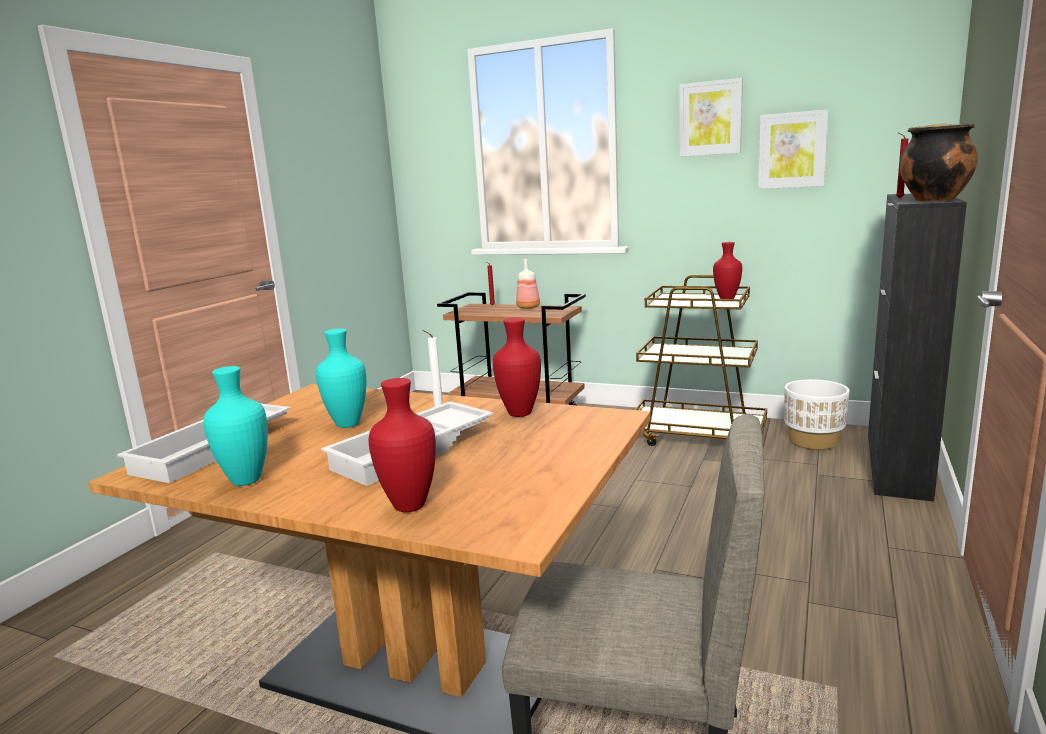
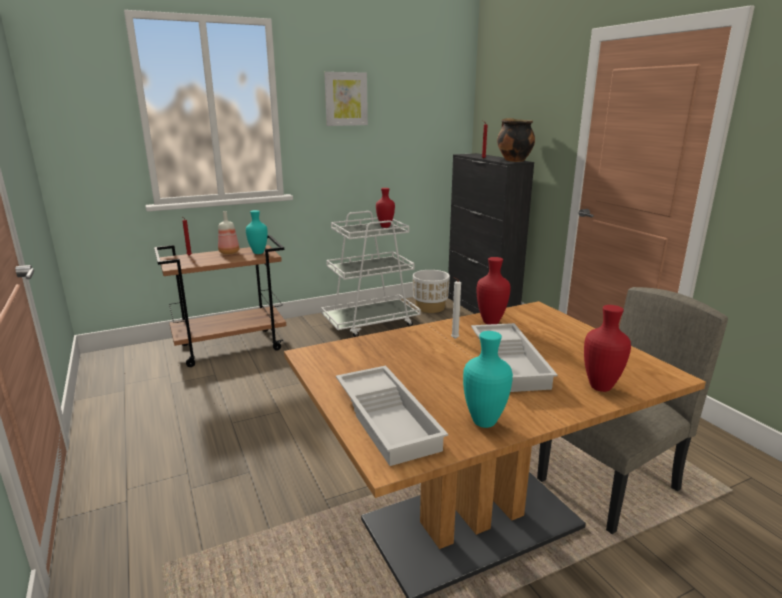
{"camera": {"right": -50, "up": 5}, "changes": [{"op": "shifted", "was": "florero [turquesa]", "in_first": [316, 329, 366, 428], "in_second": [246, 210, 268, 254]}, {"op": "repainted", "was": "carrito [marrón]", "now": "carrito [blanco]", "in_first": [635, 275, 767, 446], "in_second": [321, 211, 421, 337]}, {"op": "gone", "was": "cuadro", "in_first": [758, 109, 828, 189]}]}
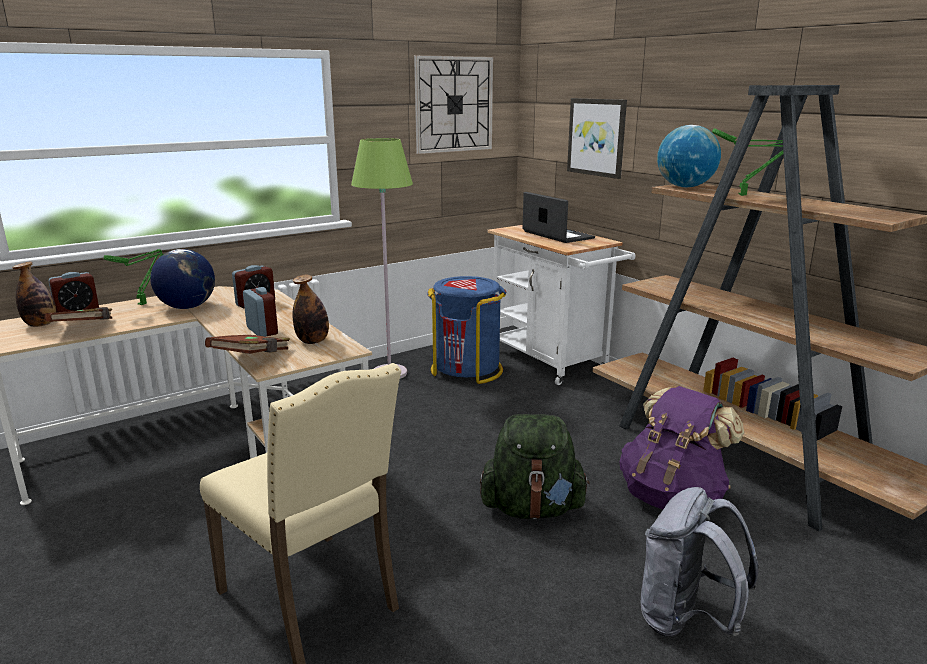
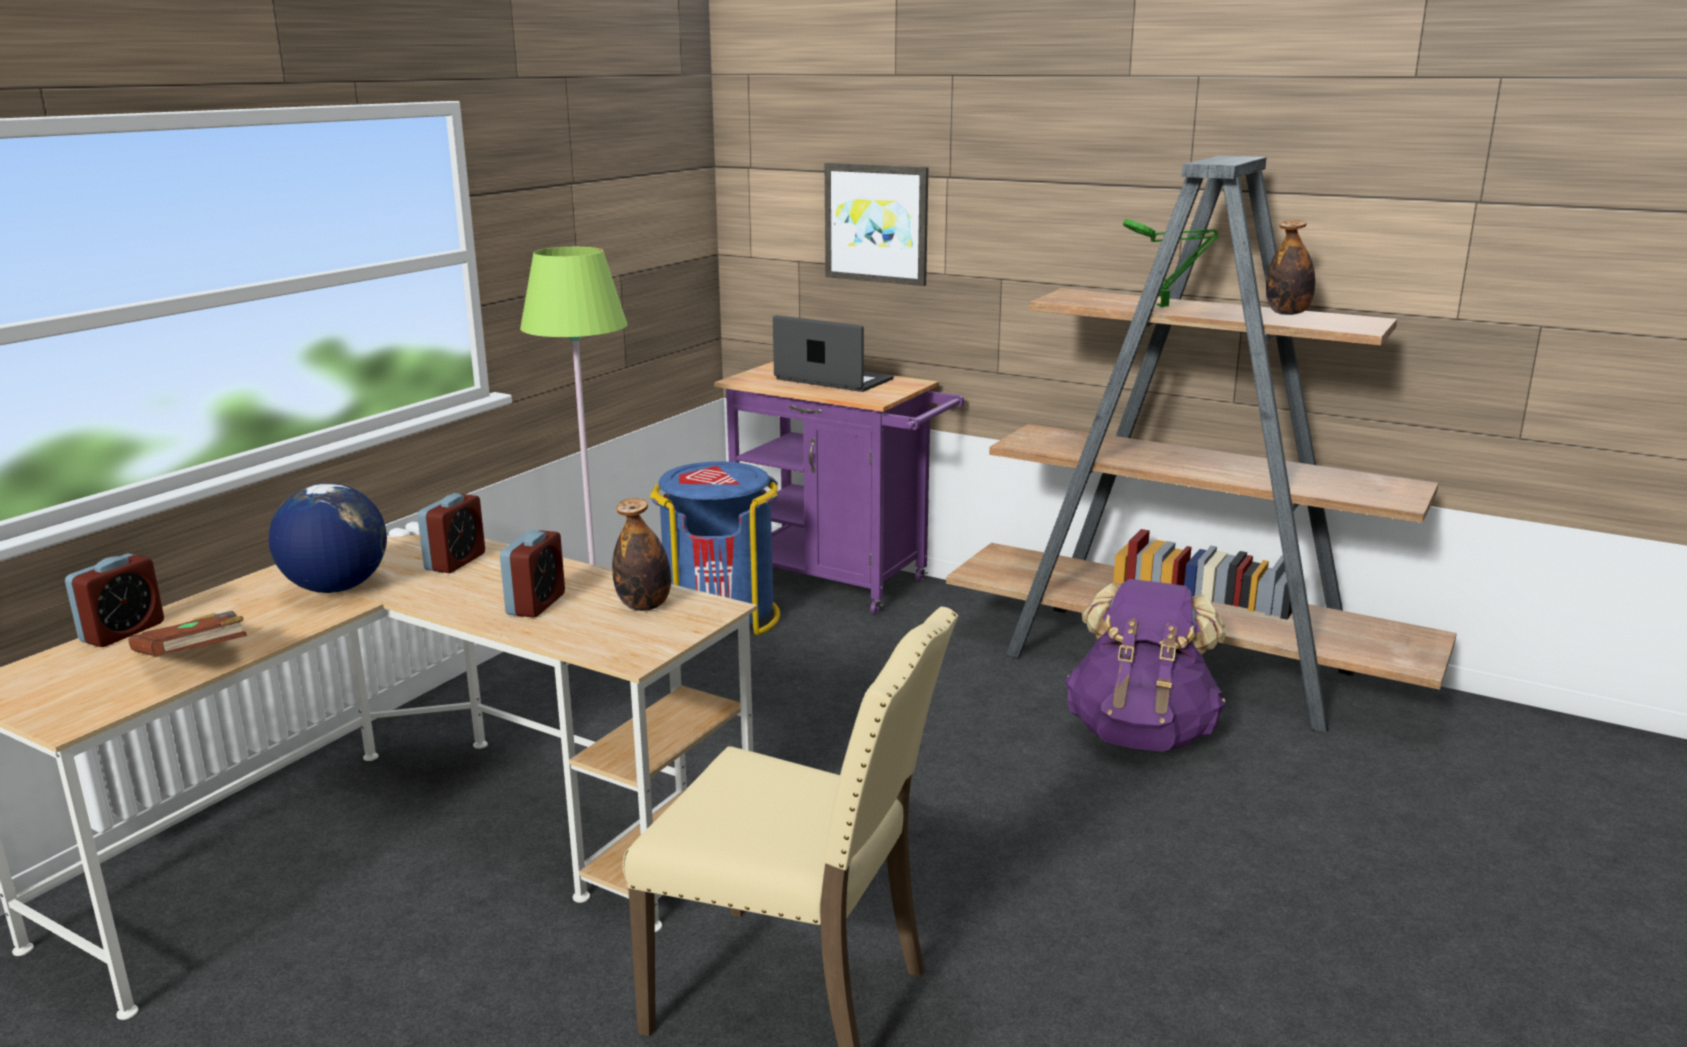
{"camera": {"right": -25, "up": 0}, "changes": [{"op": "shifted", "was": "botella", "in_first": [12, 262, 56, 327], "in_second": [1266, 220, 1315, 315]}, {"op": "gone", "was": "lámpara de mesa [verde]", "in_first": [104, 249, 163, 305]}, {"op": "gone", "was": "libro [marrón]", "in_first": [205, 335, 290, 354]}, {"op": "rotated", "was": "despertador", "in_first": [243, 287, 278, 337], "in_second": [500, 530, 565, 618], "clockwise": 75}, {"op": "gone", "was": "reloj de pared", "in_first": [414, 55, 493, 154]}, {"op": "gone", "was": "mochila [verde]", "in_first": [480, 414, 590, 519]}, {"op": "repainted", "was": "carrito [blanco]", "now": "carrito [morado]", "in_first": [487, 225, 636, 385], "in_second": [714, 361, 964, 614]}, {"op": "gone", "was": "mochila [gris]", "in_first": [641, 487, 758, 637]}, {"op": "gone", "was": "globo terráqueo", "in_first": [657, 125, 721, 187]}]}
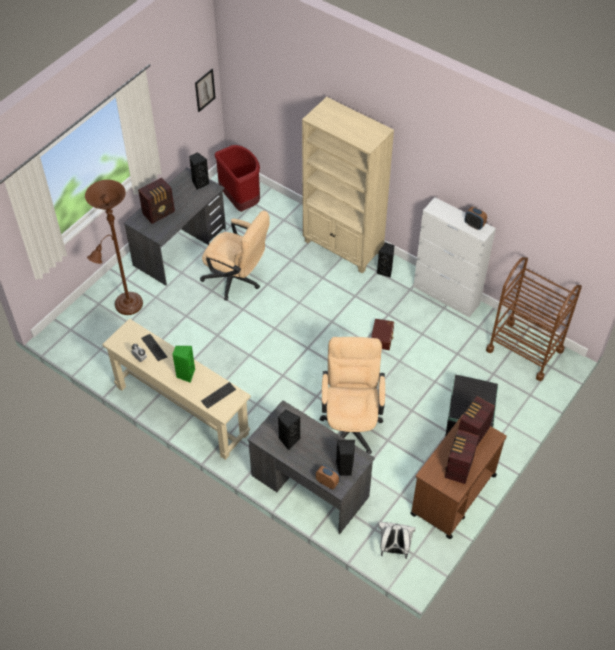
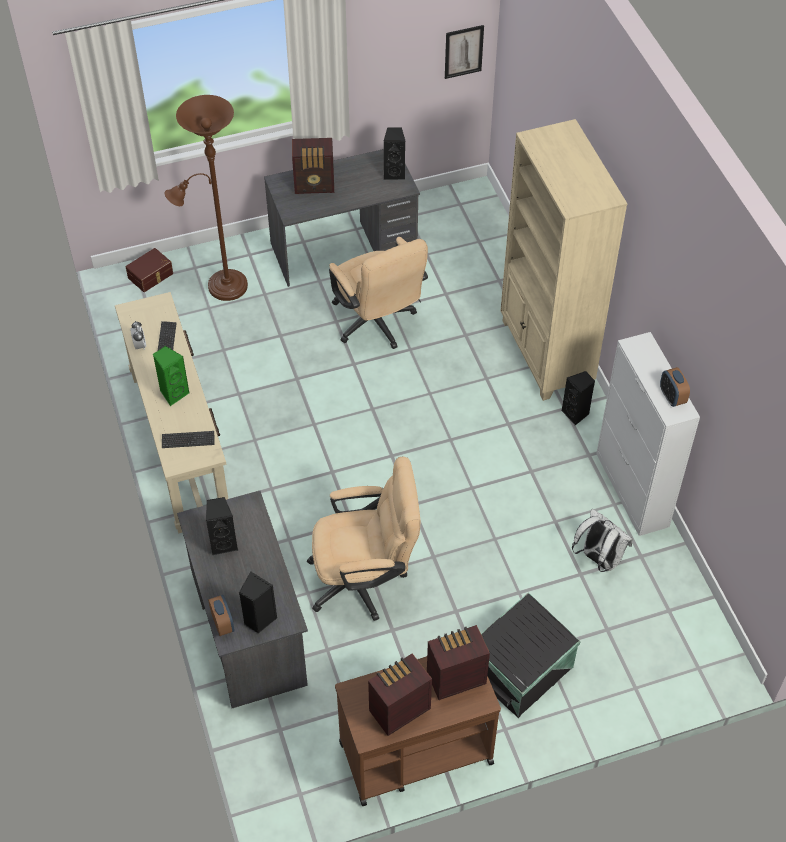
{"camera": {"right": 35, "up": 0}, "changes": [{"op": "gone", "was": "papelera [rojo]", "in_first": [215, 145, 260, 212]}, {"op": "rotated", "was": "silla de oficina [beis]", "in_first": [320, 337, 385, 454], "in_second": [307, 457, 420, 621], "clockwise": 45}, {"op": "shifted", "was": "caja de almacenaje [marrón]", "in_first": [371, 319, 394, 350], "in_second": [126, 248, 173, 292]}, {"op": "shifted", "was": "mochila [blanco]", "in_first": [379, 522, 416, 559], "in_second": [572, 509, 633, 572]}, {"op": "gone", "was": "carrito [marrón]", "in_first": [486, 257, 582, 381]}]}
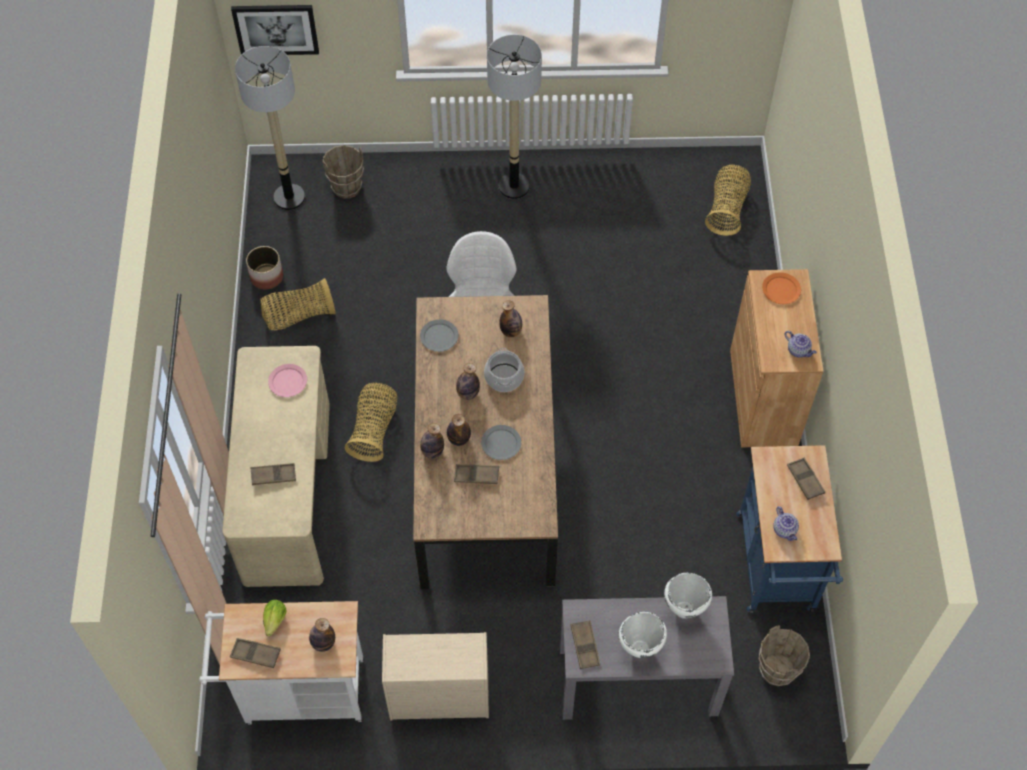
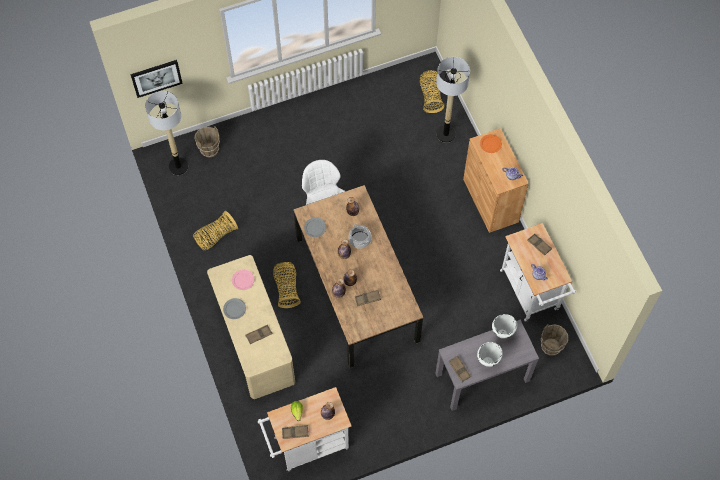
{"camera": {"right": -20, "up": 5}, "changes": [{"op": "gone", "was": "maceta", "in_first": [246, 246, 283, 289]}, {"op": "gone", "was": "cómoda [beis]", "in_first": [382, 632, 489, 720]}, {"op": "shifted", "was": "plato [gris]", "in_first": [481, 425, 521, 460], "in_second": [223, 298, 246, 319]}, {"op": "shifted", "was": "lámpara de pie", "in_first": [487, 35, 542, 199], "in_second": [436, 57, 470, 143]}, {"op": "repainted", "was": "carrito [azul]", "now": "carrito [blanco]", "in_first": [736, 445, 843, 613], "in_second": [500, 223, 576, 322]}]}
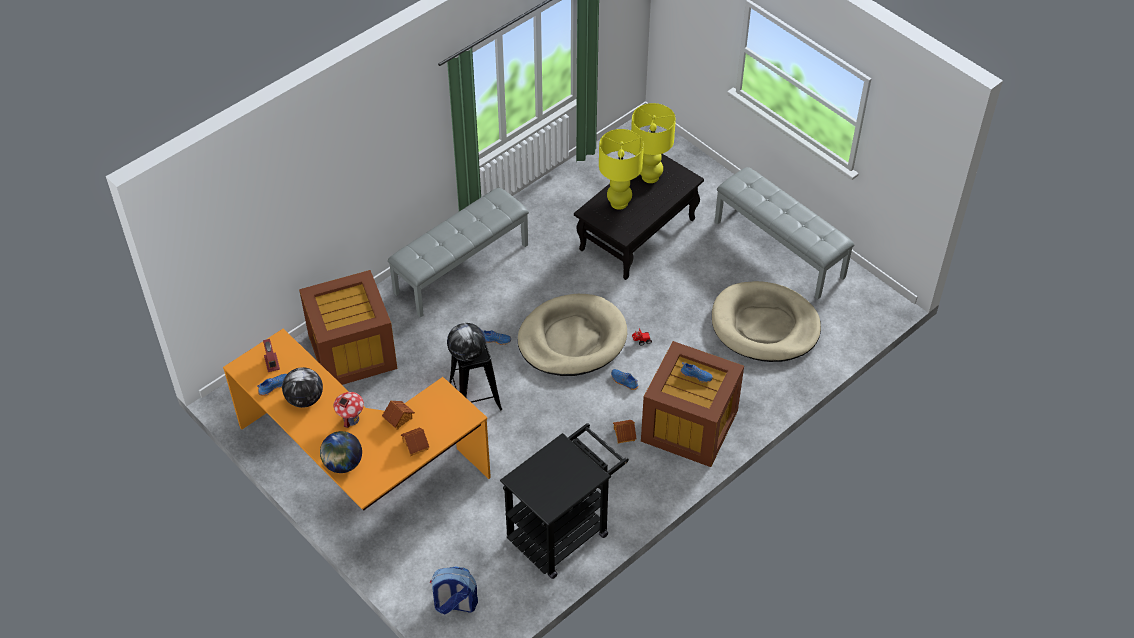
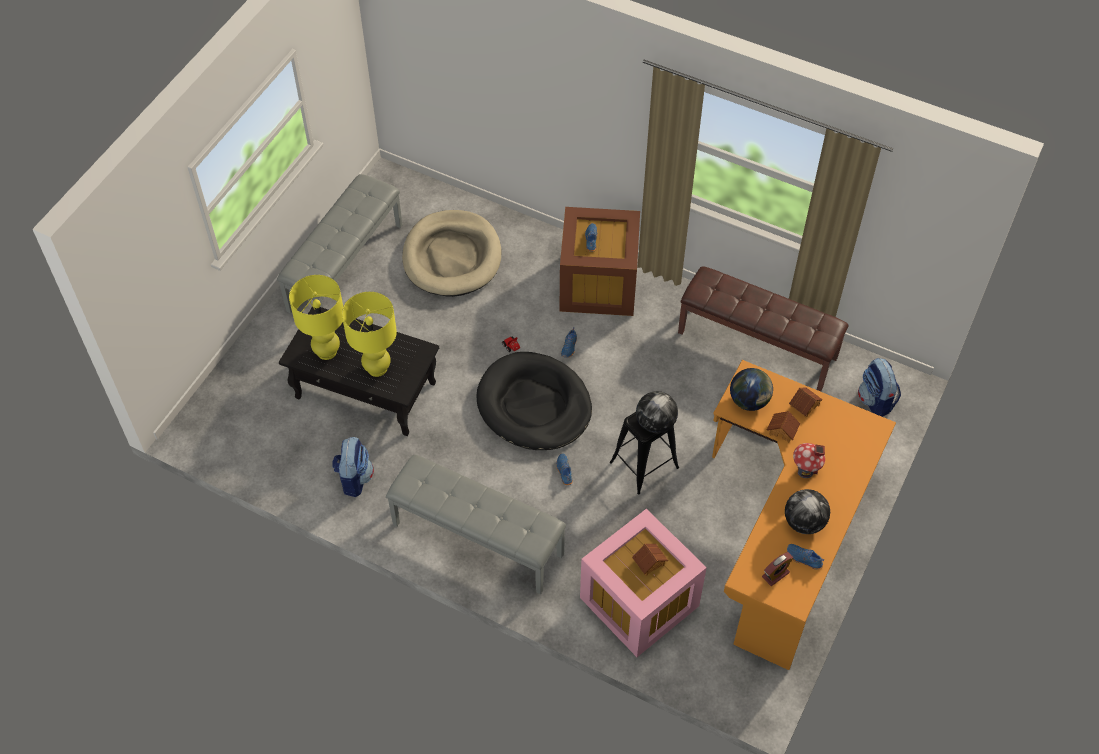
{"camera": {"right": -110, "up": 5}, "changes": [{"op": "repainted", "was": "caja de almacenaje [marrón]", "now": "caja de almacenaje [rosa]", "in_first": [299, 270, 398, 385], "in_second": [580, 509, 707, 657]}, {"op": "shifted", "was": "globo terráqueo", "in_first": [320, 431, 362, 473], "in_second": [730, 368, 773, 411]}, {"op": "swapped", "was": "carrito [negro]", "now": "banco [marrón]", "in_first": [500, 423, 629, 579], "in_second": [678, 266, 848, 391]}, {"op": "repainted", "was": "cama para perro [beis]", "now": "cama para perro [negro]", "in_first": [518, 294, 627, 376], "in_second": [476, 352, 592, 450]}, {"op": "shifted", "was": "casita", "in_first": [613, 420, 637, 443], "in_second": [632, 544, 668, 576]}, {"op": "new", "now": "mochila", "in_second": [332, 437, 374, 497]}]}
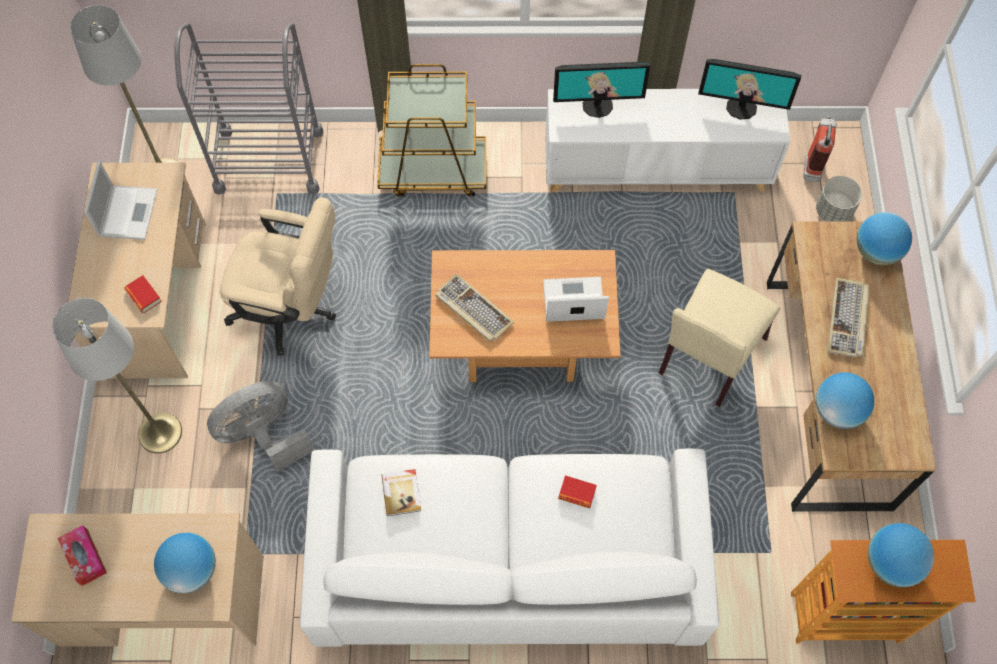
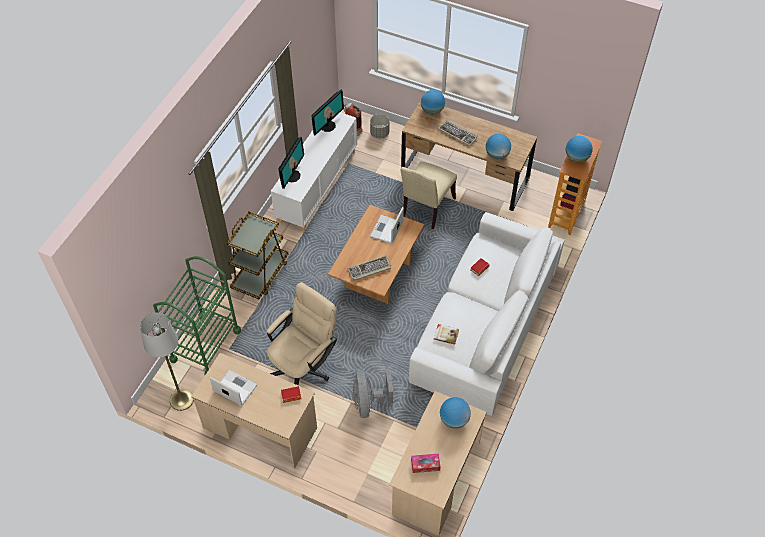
{"camera": {"right": -65, "up": -10}, "changes": [{"op": "gone", "was": "lámpara de pie [gris]", "in_first": [52, 298, 182, 454]}, {"op": "repainted", "was": "carrito [gris]", "now": "carrito [verde]", "in_first": [174, 22, 324, 195], "in_second": [153, 256, 241, 375]}, {"op": "rotated", "was": "silla [beis]", "in_first": [659, 269, 780, 407], "in_second": [400, 161, 457, 229], "clockwise": 60}]}
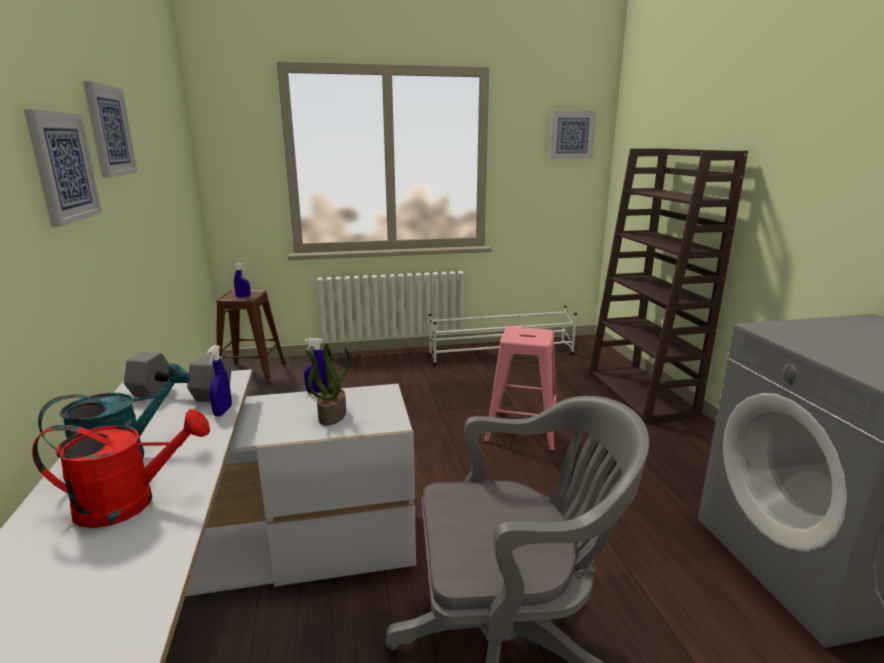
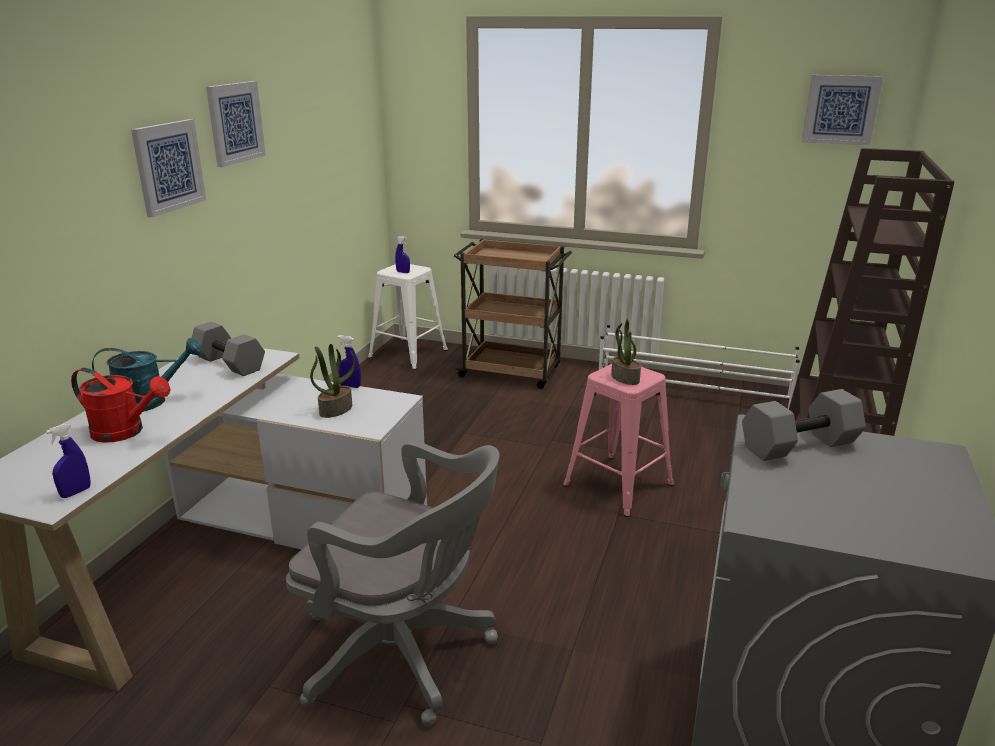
{"camera": {"right": 30, "up": 5}, "changes": [{"op": "shifted", "was": "pulverizador [azul]", "in_first": [206, 345, 232, 416], "in_second": [45, 424, 91, 498]}, {"op": "repainted", "was": "taburete [marrón]", "now": "taburete [blanco]", "in_first": [217, 290, 286, 385], "in_second": [368, 264, 448, 370]}, {"op": "new", "now": "carrito [marrón]", "in_second": [454, 239, 572, 389]}, {"op": "new", "now": "planta en maceta", "in_second": [611, 318, 641, 385]}, {"op": "new", "now": "mancuerna [gris]", "in_second": [742, 389, 866, 461]}]}
